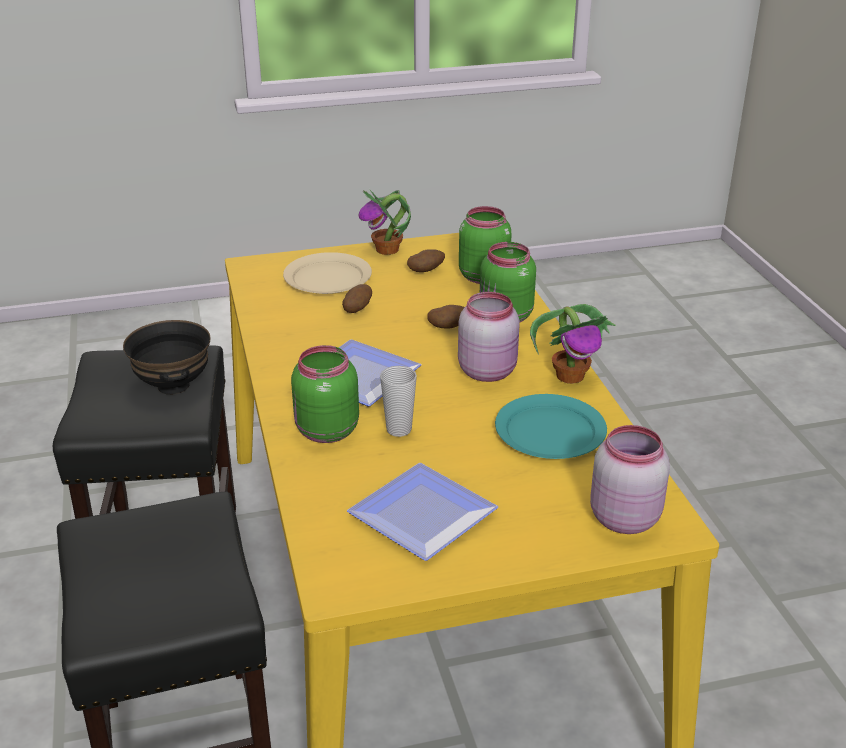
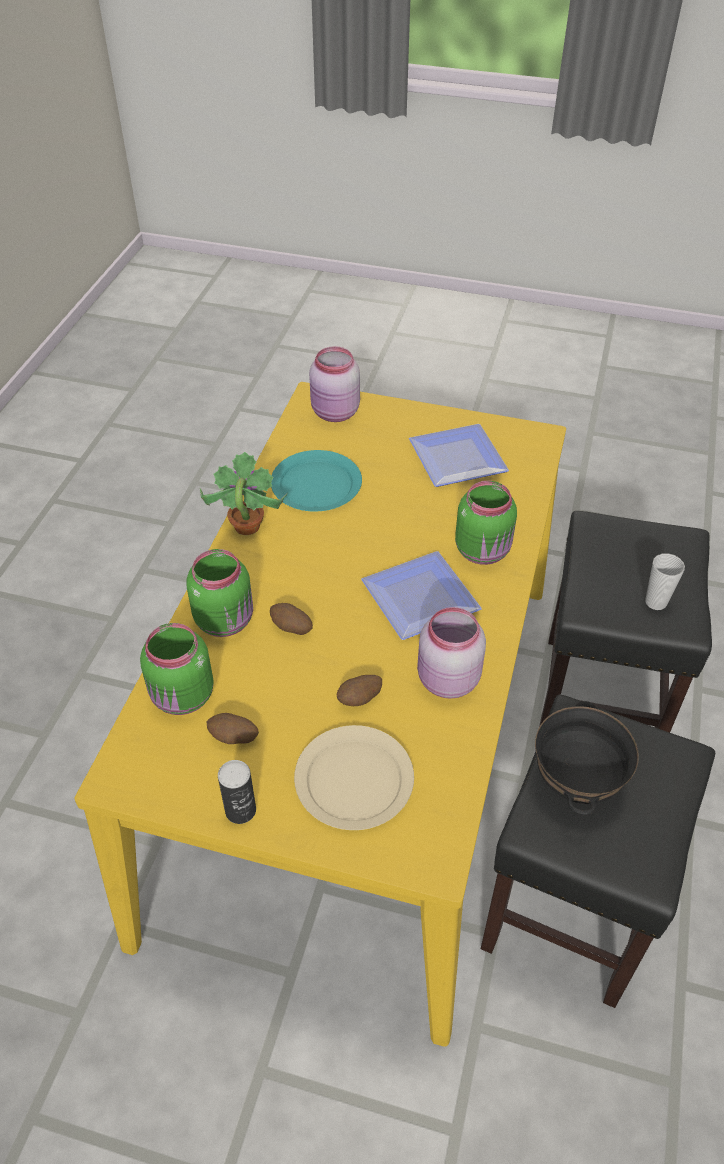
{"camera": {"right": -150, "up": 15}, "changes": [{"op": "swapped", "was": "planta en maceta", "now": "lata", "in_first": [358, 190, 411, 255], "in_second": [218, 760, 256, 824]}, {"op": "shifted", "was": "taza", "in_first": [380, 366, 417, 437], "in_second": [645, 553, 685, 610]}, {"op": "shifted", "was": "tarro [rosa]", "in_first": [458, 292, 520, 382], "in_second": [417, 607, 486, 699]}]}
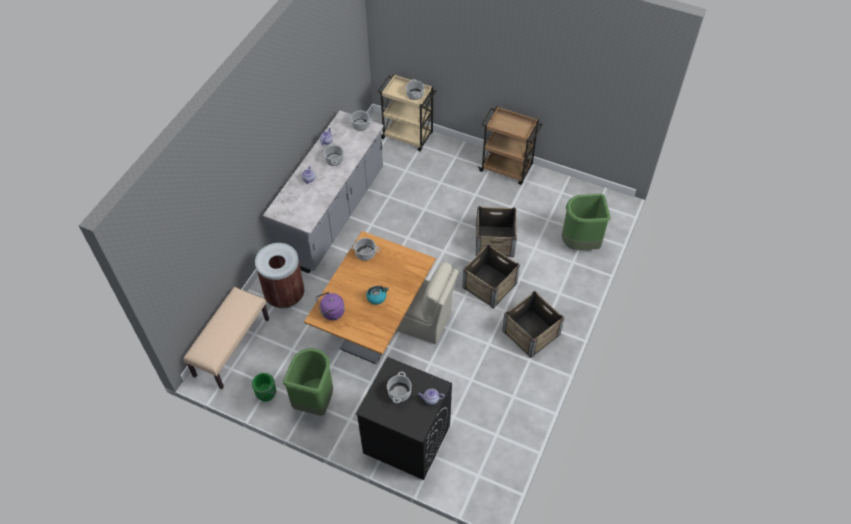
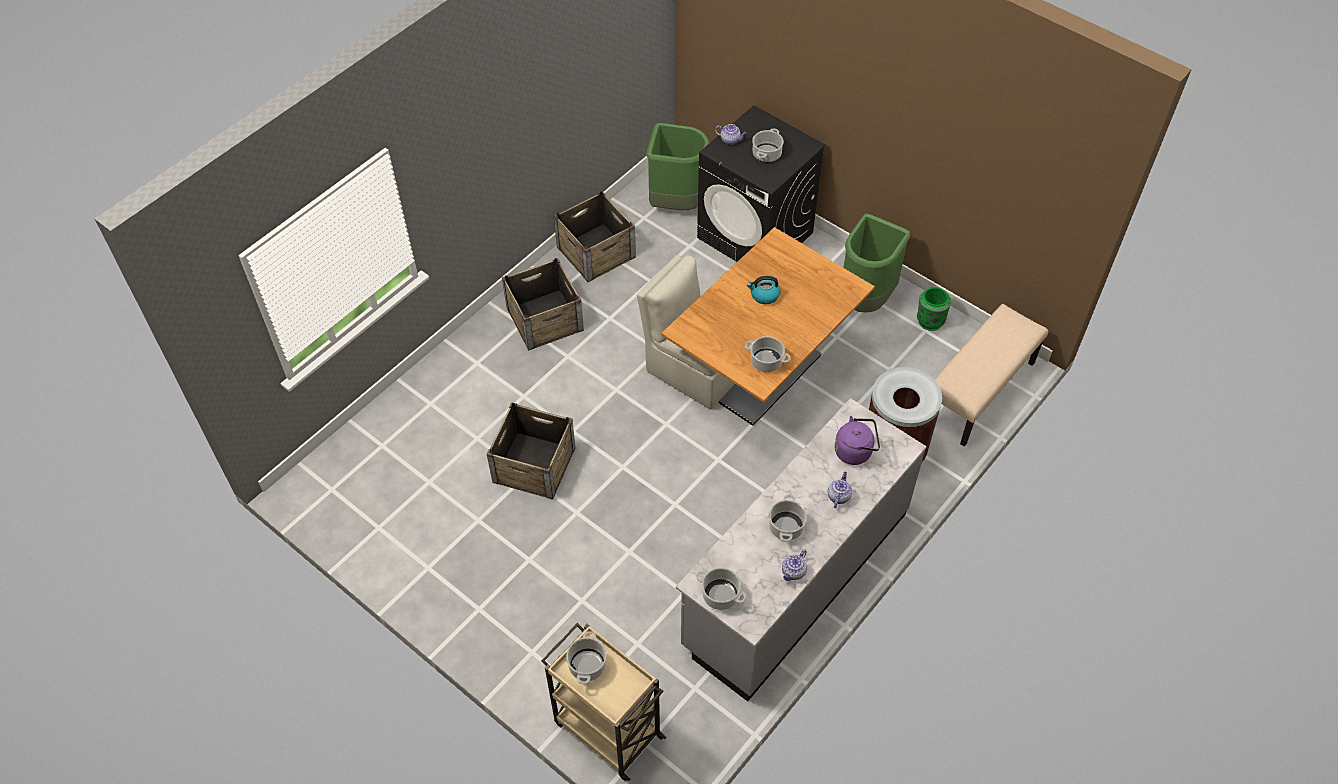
{"camera": {"right": -165, "up": 0}, "changes": [{"op": "shifted", "was": "hervidor [morado]", "in_first": [316, 292, 345, 320], "in_second": [834, 416, 880, 465]}, {"op": "shifted", "was": "caja de embalaje", "in_first": [462, 244, 520, 309], "in_second": [554, 191, 636, 282]}, {"op": "gone", "was": "carrito [marrón]", "in_first": [478, 106, 542, 185]}, {"op": "shifted", "was": "papelera [verde]", "in_first": [562, 194, 611, 250], "in_second": [646, 123, 710, 210]}]}
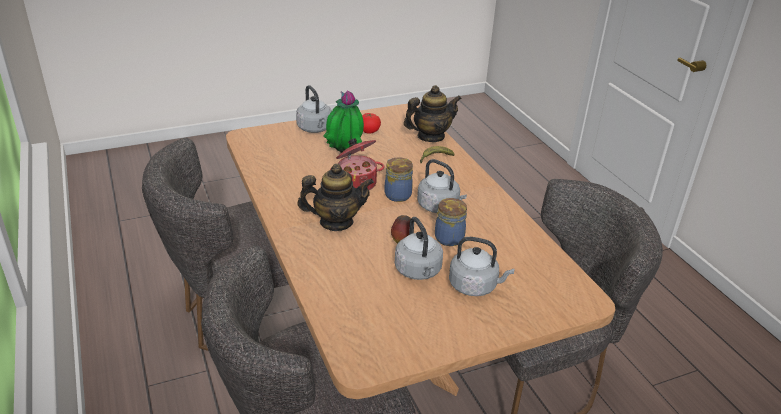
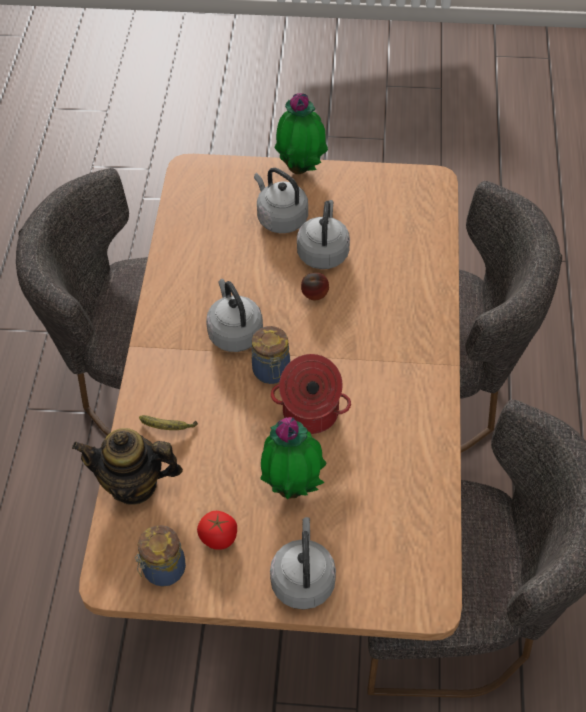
{"camera": {"right": -150, "up": 20}, "changes": [{"op": "gone", "was": "tetera", "in_first": [298, 164, 374, 231]}, {"op": "shifted", "was": "tarro", "in_first": [435, 198, 467, 246], "in_second": [135, 525, 186, 587]}, {"op": "new", "now": "planta en maceta", "in_second": [275, 93, 328, 174]}]}
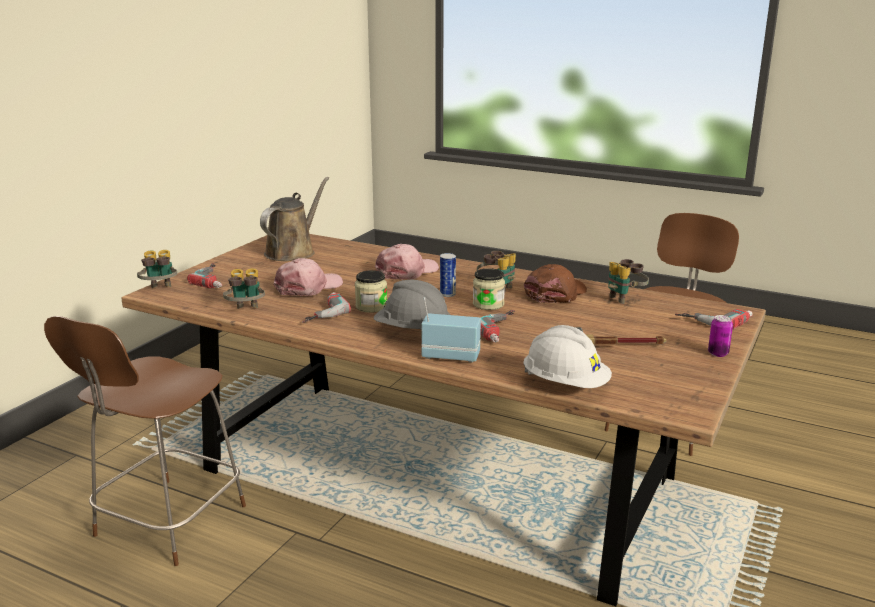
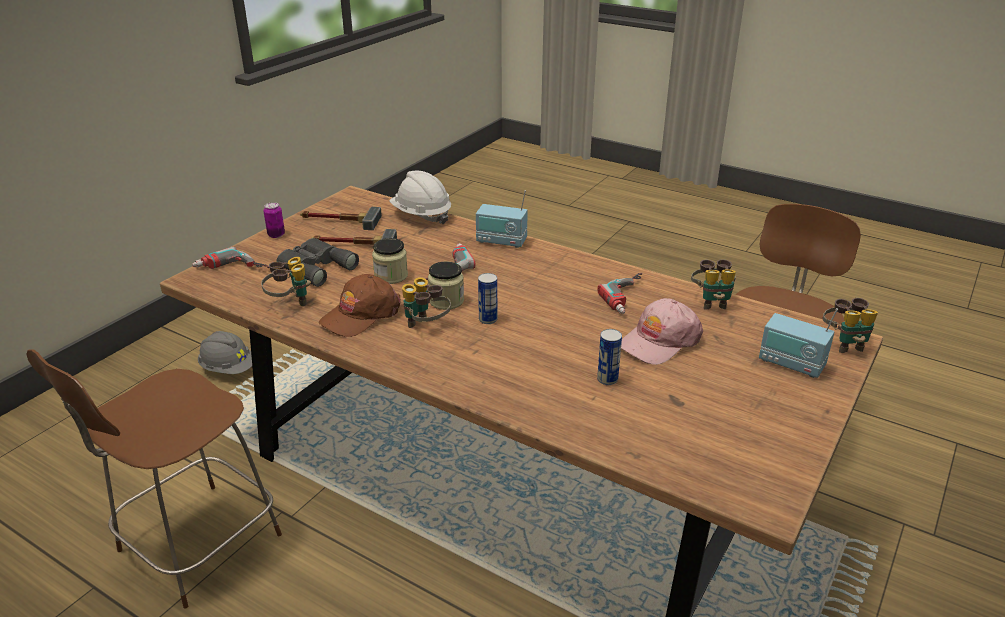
{"camera": {"right": -175, "up": 10}, "changes": [{"op": "swapped", "was": "taladro", "now": "radio", "in_first": [187, 263, 222, 289], "in_second": [759, 308, 838, 378]}, {"op": "gone", "was": "regadera [marrón]", "in_first": [260, 177, 329, 261]}, {"op": "shifted", "was": "tarro", "in_first": [355, 270, 387, 313], "in_second": [372, 238, 408, 284]}, {"op": "shifted", "was": "casco [gris]", "in_first": [374, 280, 450, 330], "in_second": [198, 331, 252, 374]}, {"op": "gone", "was": "gorra [rosa]", "in_first": [375, 244, 439, 280]}, {"op": "new", "now": "prismáticos [gris]", "in_second": [276, 238, 359, 287]}, {"op": "new", "now": "martillo", "in_second": [300, 207, 382, 230]}, {"op": "new", "now": "lata", "in_second": [597, 329, 622, 385]}]}
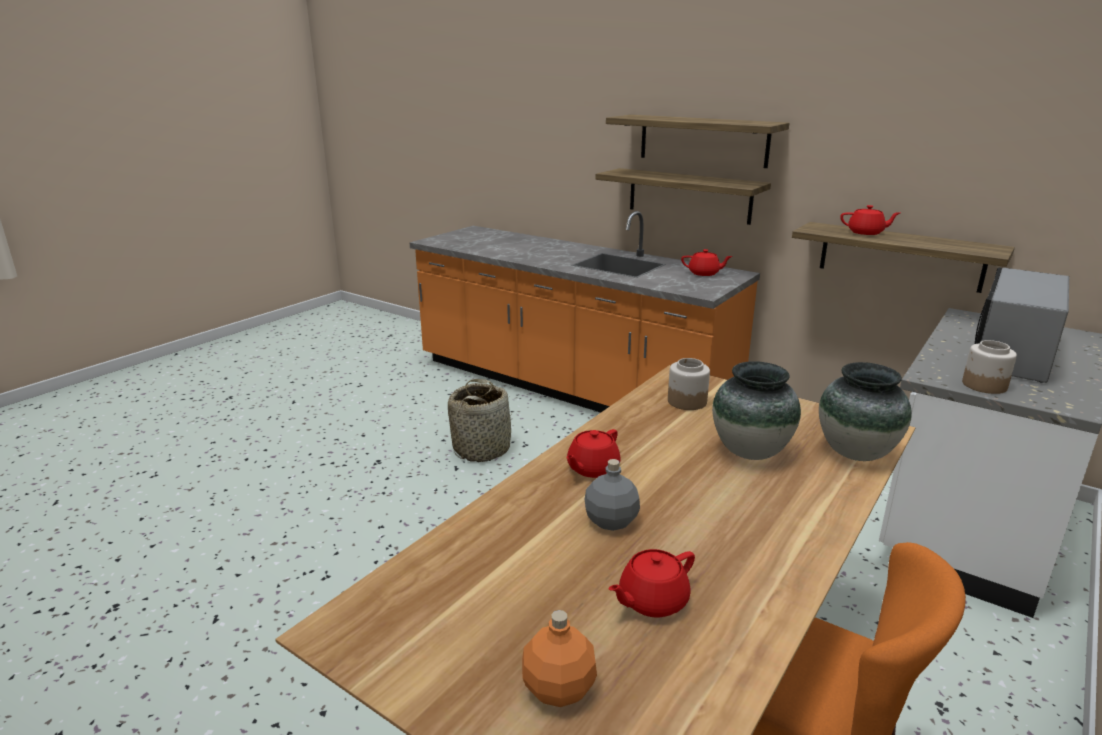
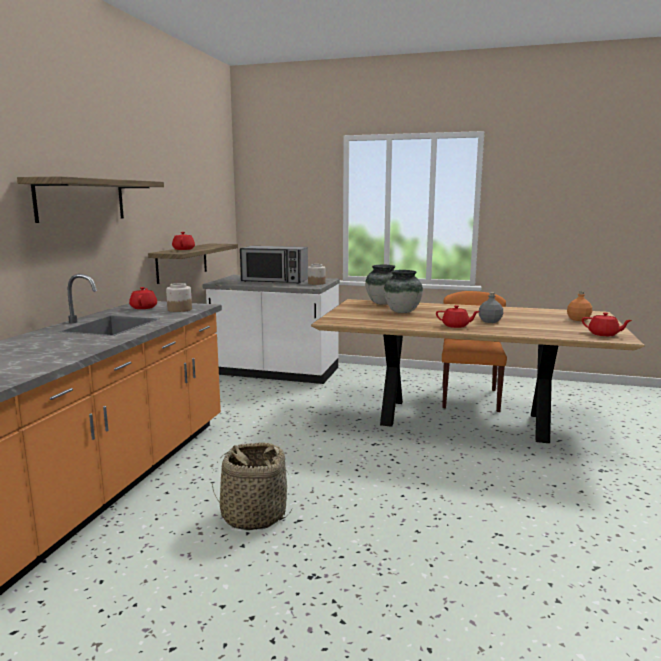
{"camera": {"right": -110, "up": -10}, "changes": [{"op": "gone", "was": "estante", "in_first": [595, 168, 771, 225]}, {"op": "shifted", "was": "tetera [rojo]", "in_first": [608, 549, 695, 618], "in_second": [582, 312, 632, 336]}, {"op": "shifted", "was": "tarro", "in_first": [668, 358, 710, 410], "in_second": [166, 283, 192, 312]}]}
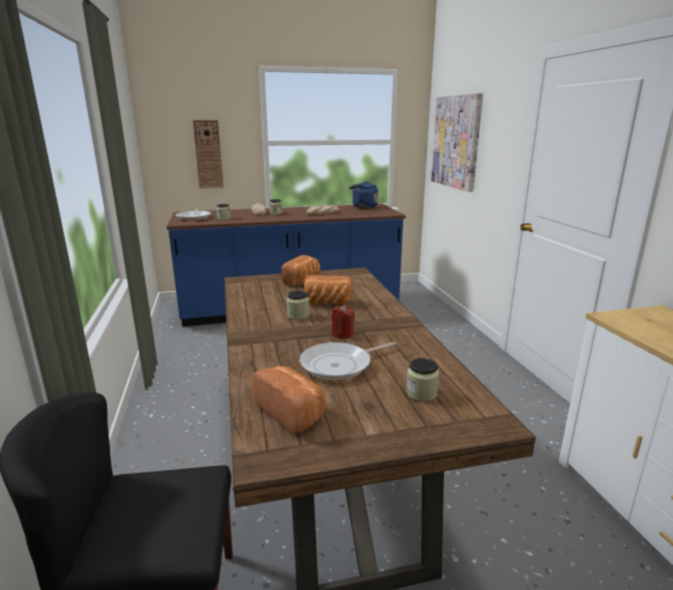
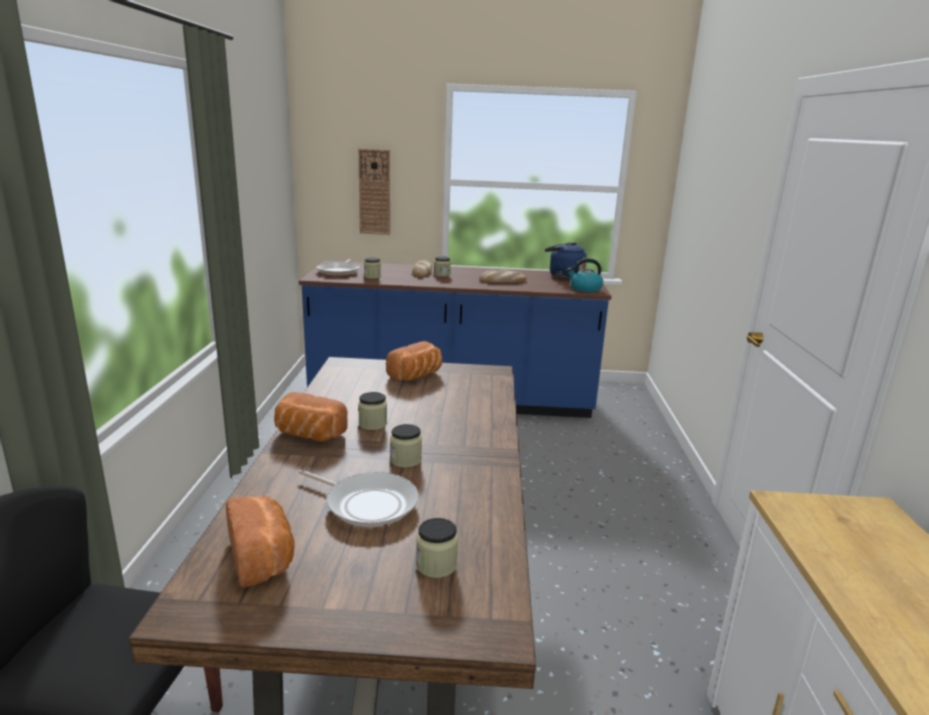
{"camera": {"right": 15, "up": 0}, "changes": [{"op": "rotated", "was": "sartén", "in_first": [300, 342, 396, 380], "in_second": [298, 470, 419, 527], "clockwise": -135}, {"op": "shifted", "was": "pan", "in_first": [304, 275, 353, 304], "in_second": [274, 392, 348, 441]}, {"op": "swapped", "was": "vela [rojo]", "now": "tarro", "in_first": [332, 305, 355, 339], "in_second": [390, 424, 422, 468]}, {"op": "gone", "was": "cuadro", "in_first": [431, 93, 483, 192]}, {"op": "new", "now": "hervidor", "in_second": [567, 258, 603, 292]}]}
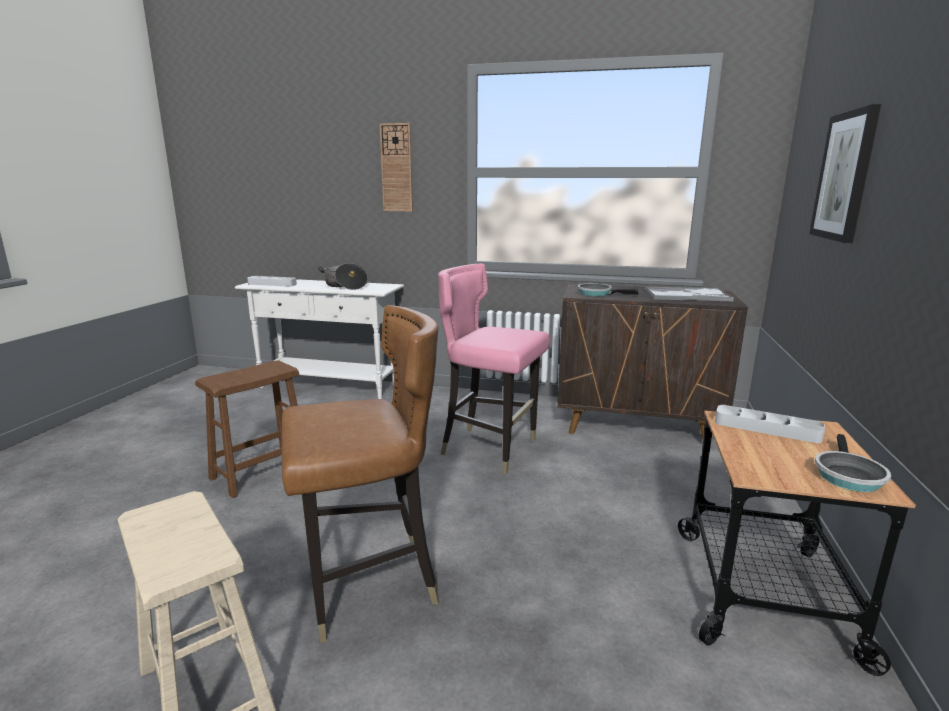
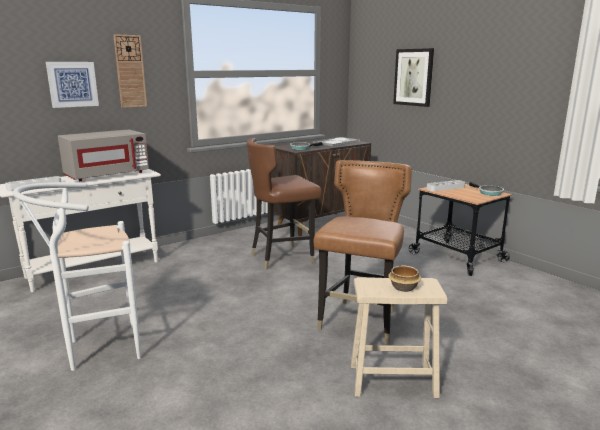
{"camera": {"right": -50, "up": 0}, "changes": [{"op": "gone", "was": "taburete [marrón]", "in_first": [195, 360, 299, 498]}, {"op": "swapped", "was": "olla", "now": "microondas [gris]", "in_first": [318, 263, 368, 290], "in_second": [58, 130, 149, 181]}, {"op": "repainted", "was": "silla [rosa]", "now": "silla [marrón]", "in_first": [438, 264, 550, 474], "in_second": [247, 138, 322, 270]}, {"op": "new", "now": "taburete [blanco]", "in_second": [13, 182, 141, 371]}, {"op": "new", "now": "cuadro", "in_second": [46, 62, 99, 108]}, {"op": "new", "now": "cuenco", "in_second": [388, 265, 421, 292]}]}
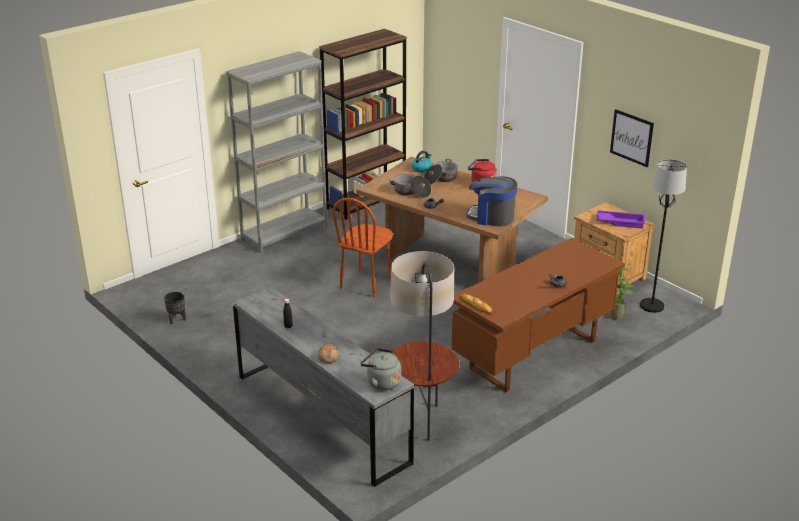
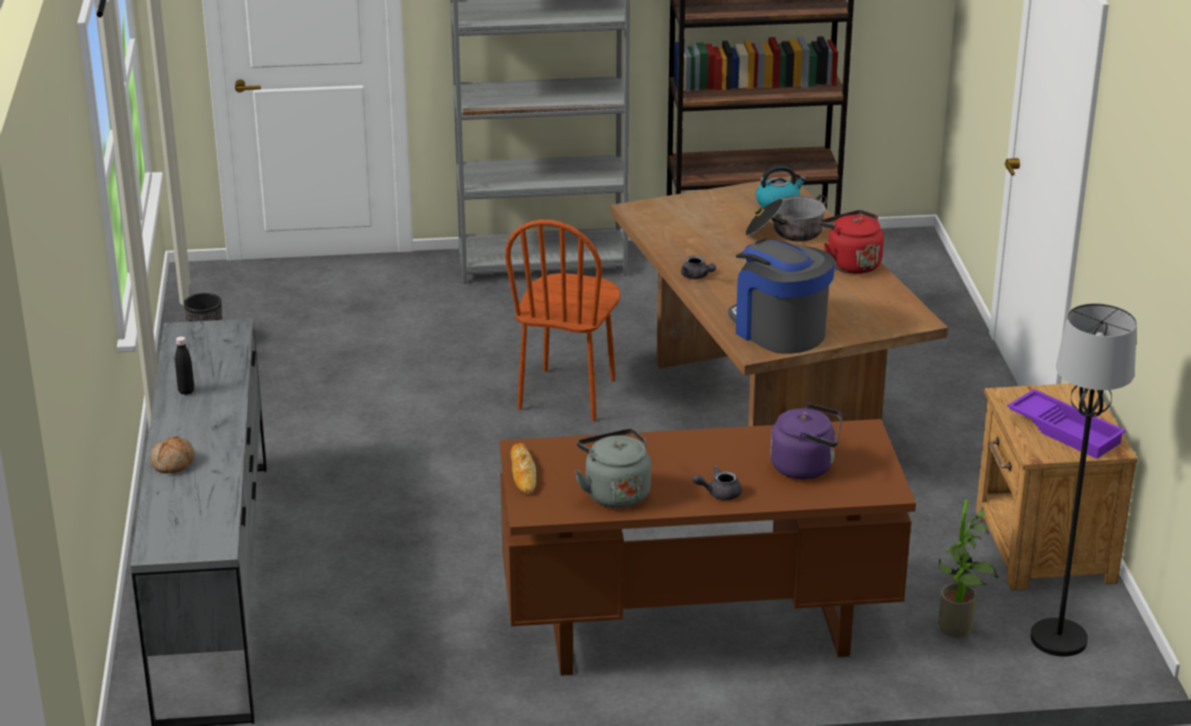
{"camera": {"right": 35, "up": 0}, "changes": [{"op": "rotated", "was": "silla [marrón]", "in_first": [332, 198, 393, 297], "in_second": [505, 219, 621, 421], "clockwise": -45}, {"op": "shifted", "was": "hervidor [gris]", "in_first": [360, 348, 401, 390], "in_second": [575, 429, 651, 508]}, {"op": "gone", "was": "olla", "in_first": [389, 174, 431, 198]}, {"op": "gone", "was": "lámpara de pie", "in_first": [390, 251, 459, 441]}, {"op": "gone", "was": "cuadro", "in_first": [610, 109, 654, 167]}, {"op": "new", "now": "hervidor [morado]", "in_second": [770, 403, 842, 479]}]}
